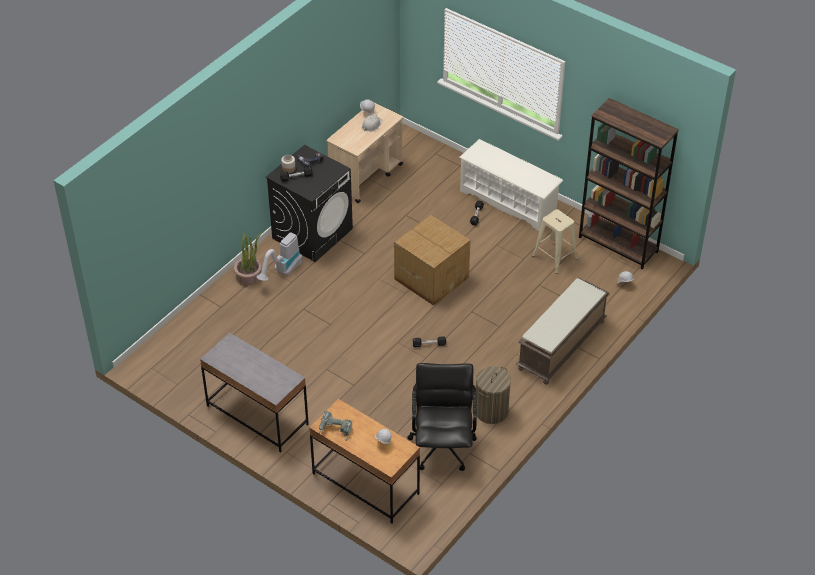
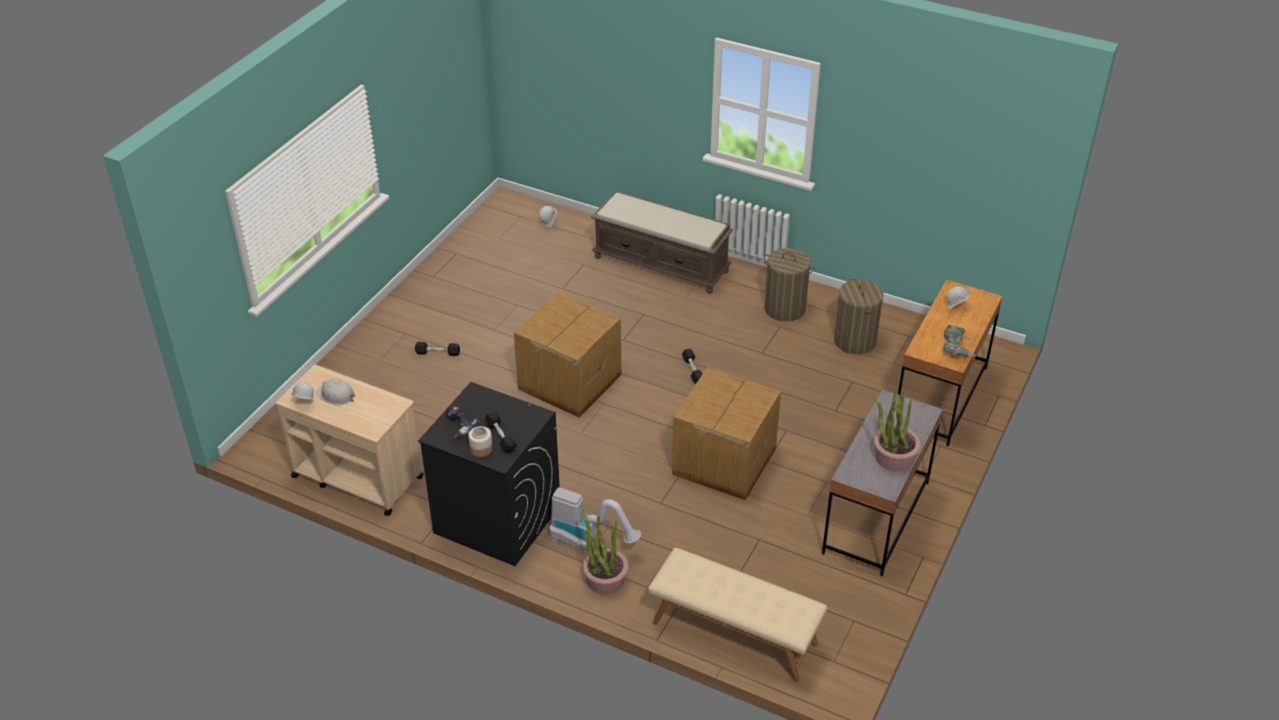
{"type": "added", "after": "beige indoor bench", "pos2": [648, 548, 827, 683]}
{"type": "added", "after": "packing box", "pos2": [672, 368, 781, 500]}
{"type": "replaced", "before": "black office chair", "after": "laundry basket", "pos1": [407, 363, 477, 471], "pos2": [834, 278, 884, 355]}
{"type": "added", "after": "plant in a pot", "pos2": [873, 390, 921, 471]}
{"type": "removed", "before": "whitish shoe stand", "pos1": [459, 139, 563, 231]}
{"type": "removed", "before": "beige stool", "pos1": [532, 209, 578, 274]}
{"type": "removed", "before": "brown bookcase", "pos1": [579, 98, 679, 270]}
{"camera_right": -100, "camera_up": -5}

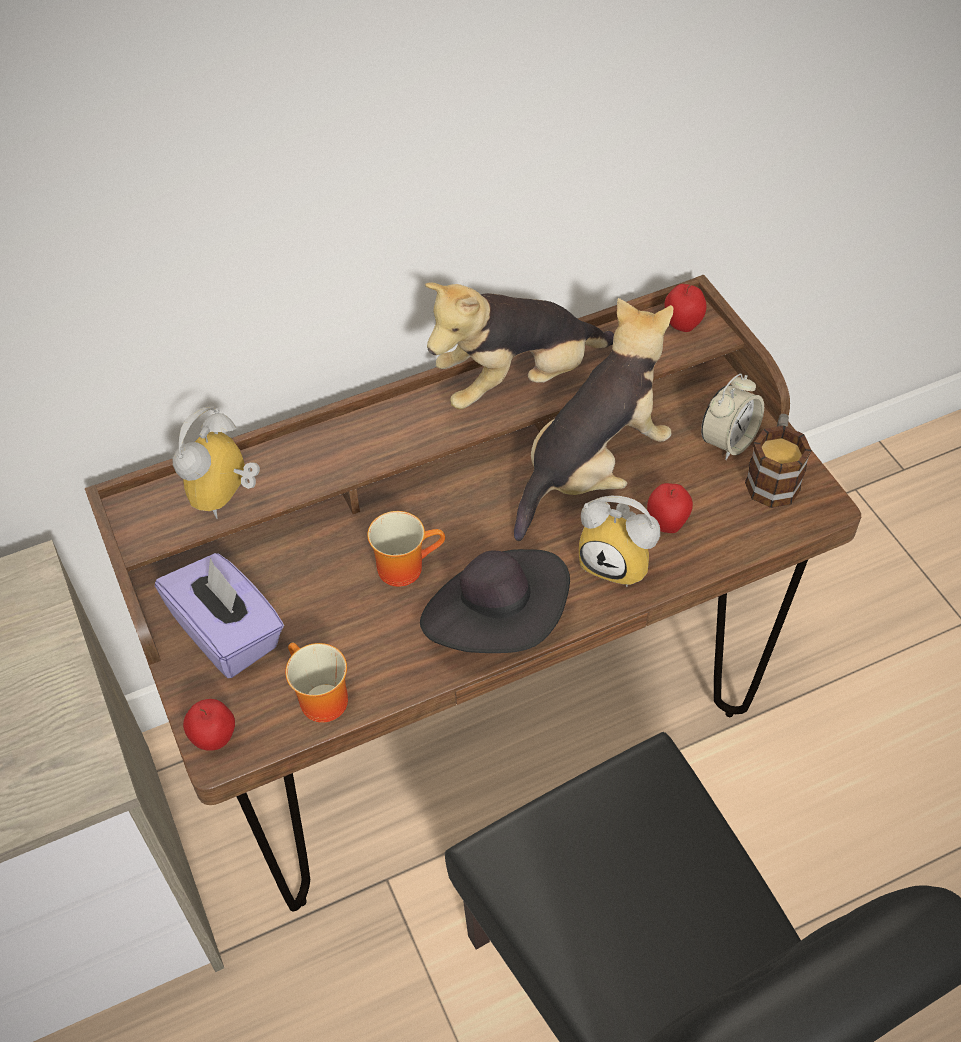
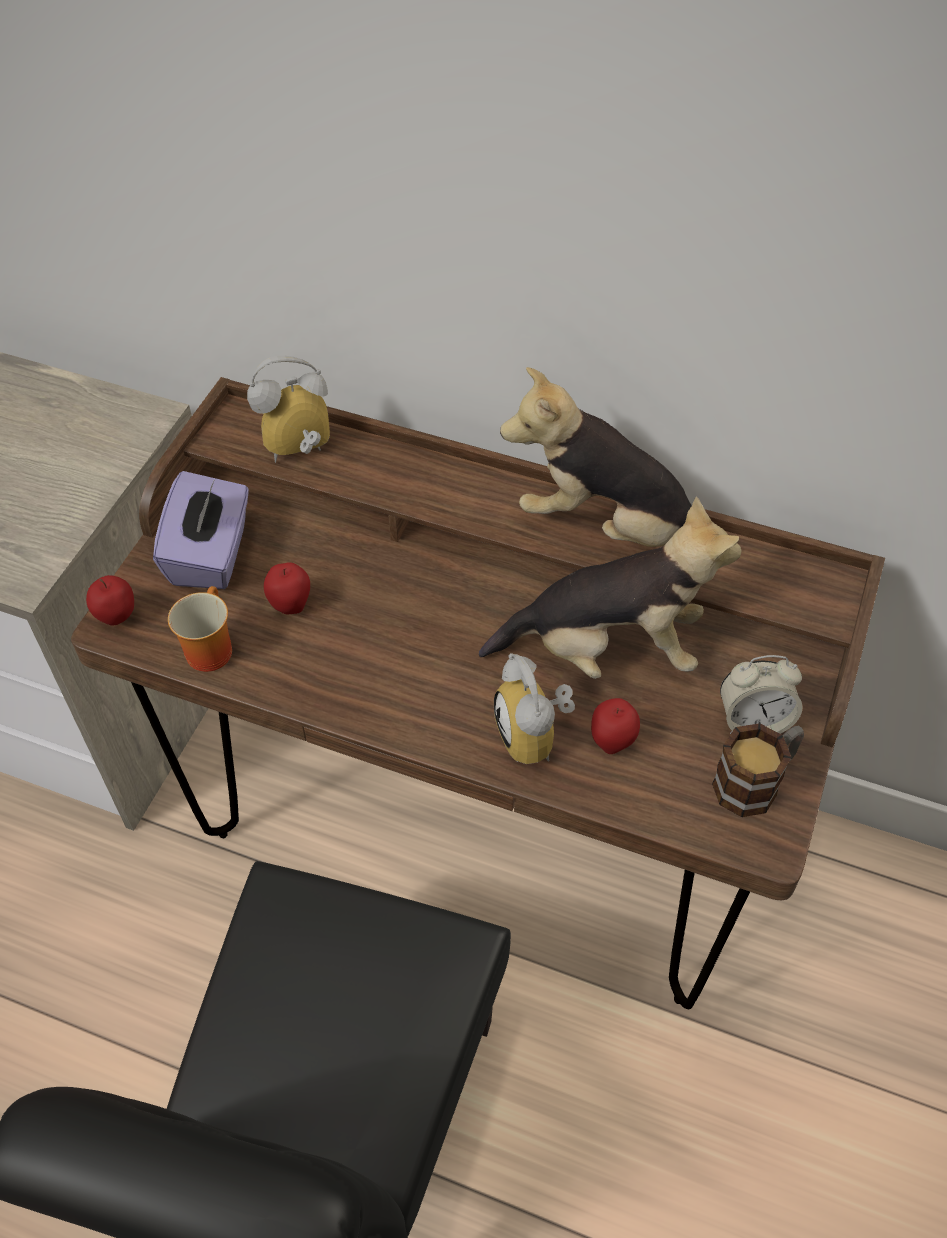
{"type": "moved", "before": "apple fruit", "pos1": [664, 284, 707, 332], "pos2": [264, 562, 310, 614]}
{"type": "removed", "before": "mug", "pos1": [367, 511, 445, 587]}
{"type": "removed", "before": "black wearable hat", "pos1": [420, 549, 570, 653]}
{"camera_right": 45, "camera_up": 0}

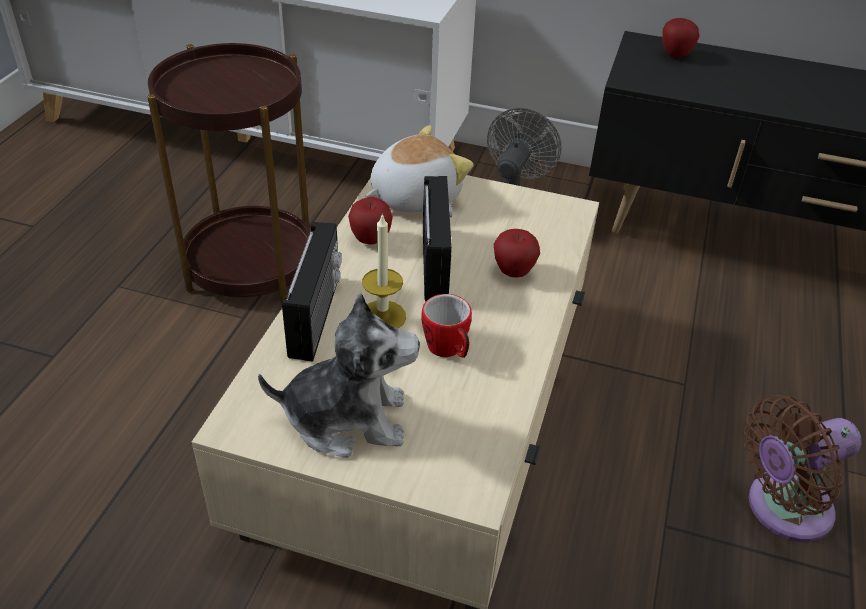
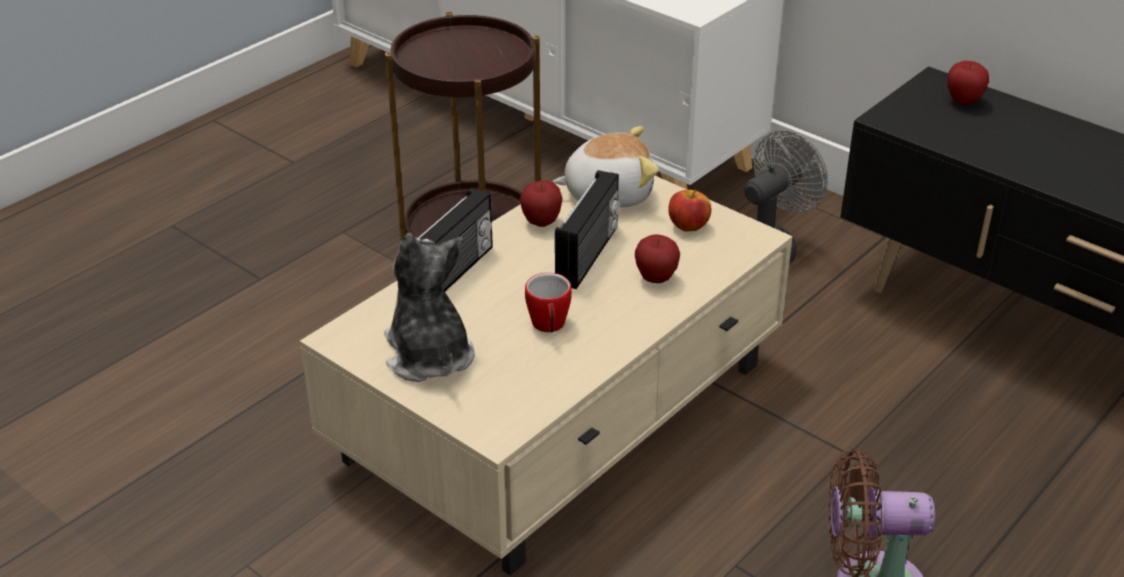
{"type": "turned", "before": "soft toy", "pos1": [258, 293, 420, 458], "pos2": [384, 233, 475, 382], "turn": -135}
{"type": "added", "after": "apple fruit", "pos2": [668, 190, 711, 232]}
{"type": "removed", "before": "wax candle", "pos1": [362, 213, 406, 328]}
{"camera_right": 25, "camera_up": -5}

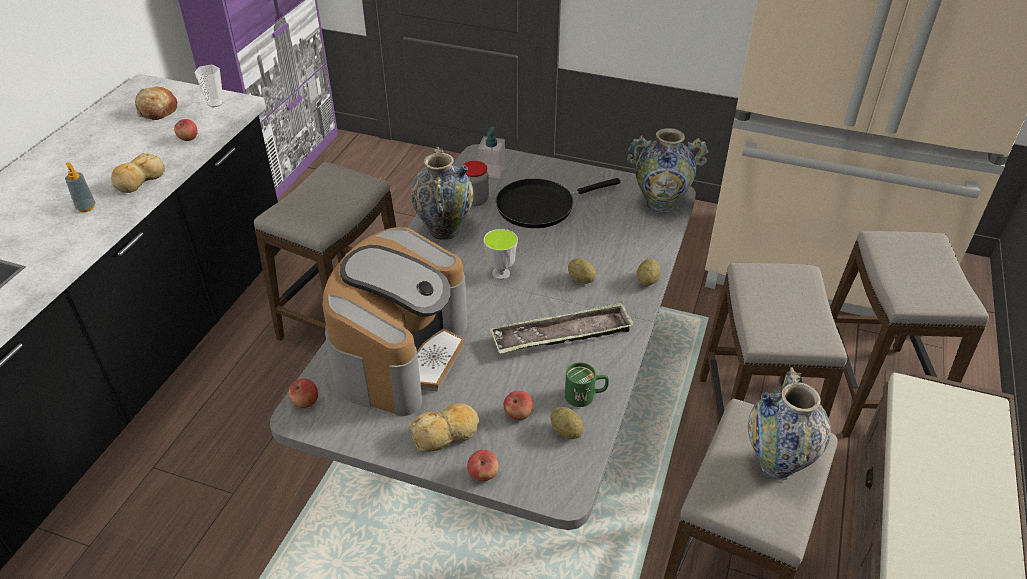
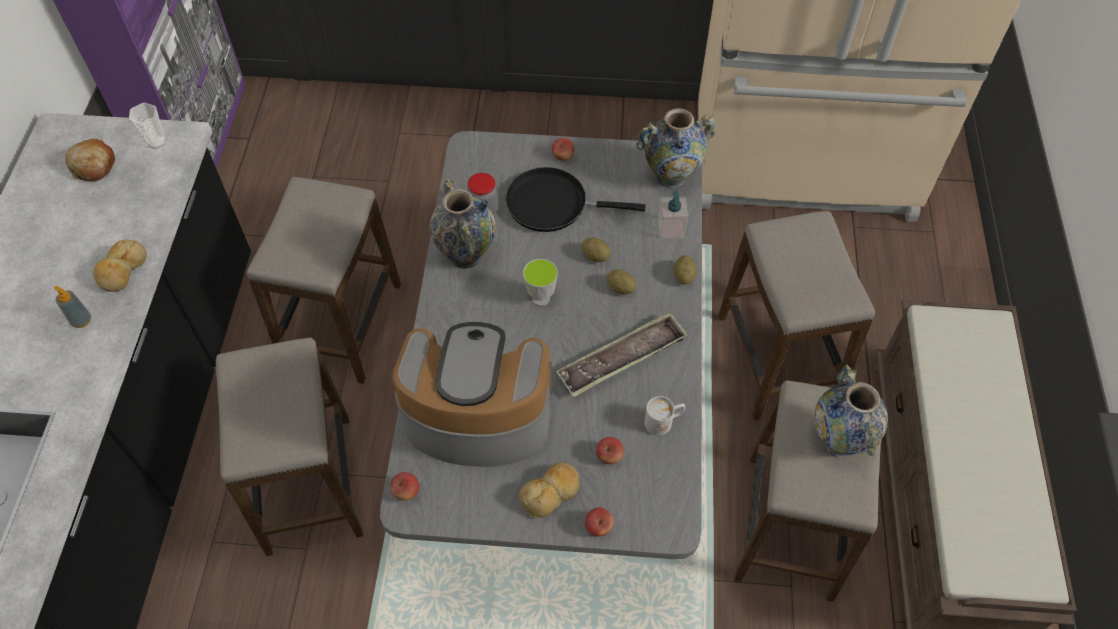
{"type": "moved", "before": "stool", "pos1": [830, 231, 989, 438], "pos2": [216, 338, 363, 556]}
{"type": "turned", "before": "coffee brewer", "pos1": [322, 227, 467, 416], "pos2": [392, 322, 552, 467], "turn": -90}
{"type": "turned", "before": "black skillet", "pos1": [496, 178, 621, 228], "pos2": [505, 167, 646, 232], "turn": 45}
{"type": "moved", "before": "apple fruit", "pos1": [174, 119, 198, 141], "pos2": [552, 138, 574, 161]}
{"type": "moved", "before": "spud", "pos1": [550, 407, 583, 439], "pos2": [581, 237, 611, 262]}
{"type": "recoloured", "before": "green-coloured mug", "after": "whitish mug", "pos1": [565, 362, 609, 407], "pos2": [644, 396, 685, 435]}
{"type": "moved", "before": "soap bottle", "pos1": [478, 126, 505, 179], "pos2": [658, 190, 688, 239]}
{"camera_right": -15, "camera_up": 15}

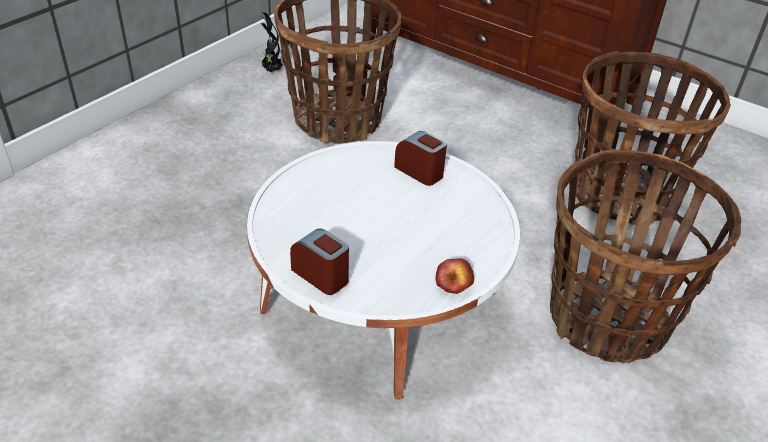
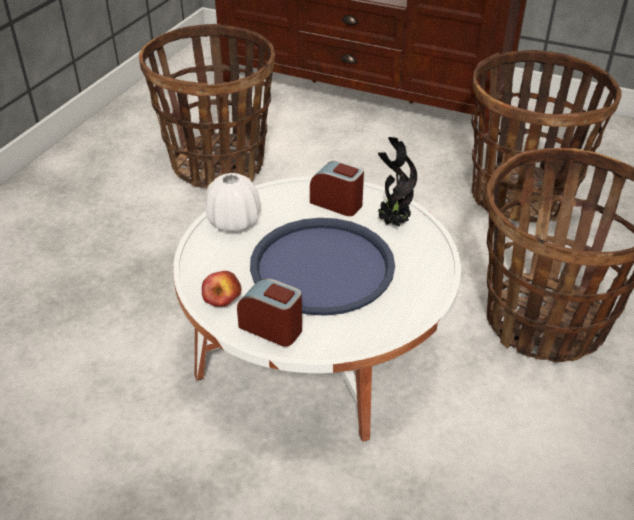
{"type": "moved", "before": "apple fruit", "pos1": [435, 258, 474, 294], "pos2": [202, 271, 242, 307]}
{"type": "added", "after": "whitish vase", "pos2": [206, 173, 261, 232]}
{"type": "added", "after": "bluish serving tray", "pos2": [250, 218, 395, 316]}
{"type": "moved", "before": "plant in a pot", "pos1": [261, 12, 283, 72], "pos2": [377, 137, 417, 226]}
{"camera_right": -10, "camera_up": 0}

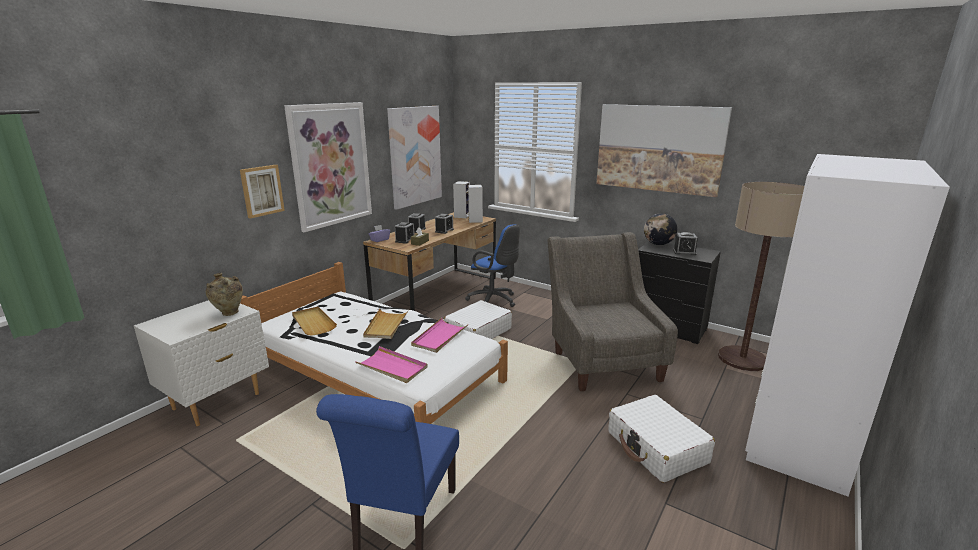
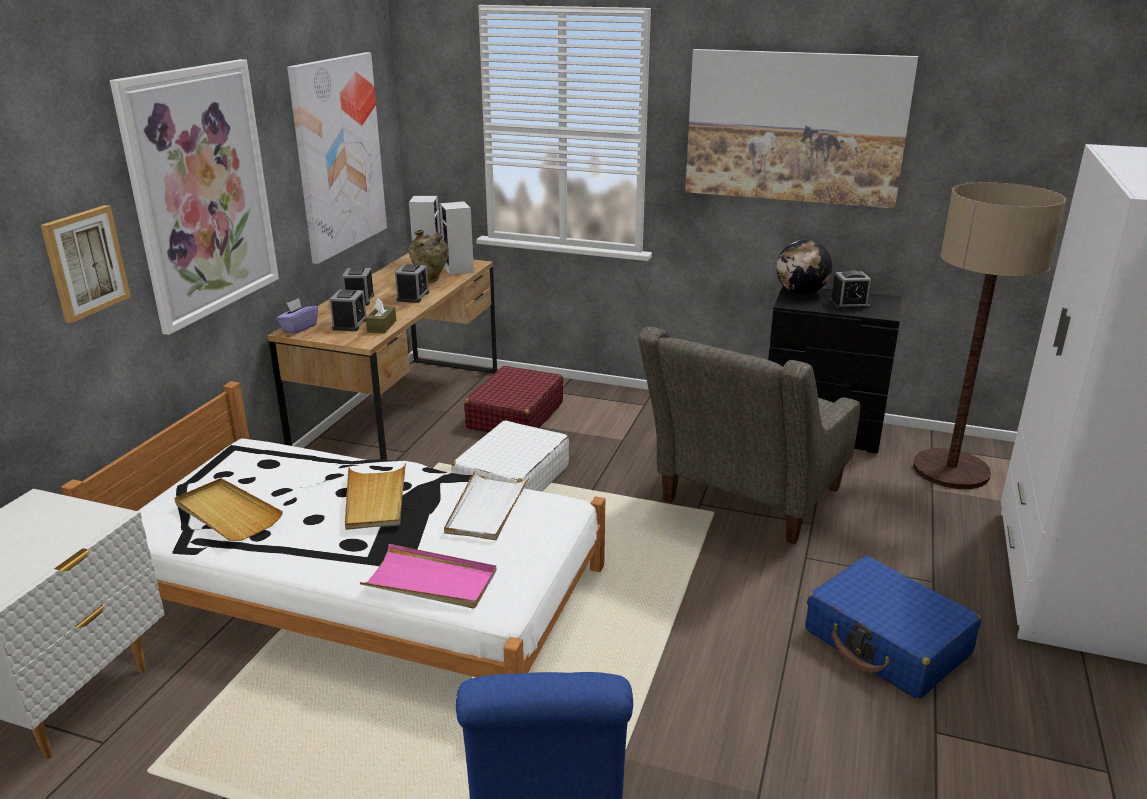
{"type": "moved", "before": "beige vase", "pos1": [206, 273, 243, 316], "pos2": [409, 230, 449, 282]}
{"type": "recoloured", "before": "pink serving tray", "after": "whitish serving tray", "pos1": [411, 318, 468, 353], "pos2": [444, 471, 529, 540]}
{"type": "replaced", "before": "bluish office chair", "after": "red-coloured piece of luggage", "pos1": [465, 224, 520, 307], "pos2": [464, 366, 563, 433]}
{"type": "turned", "before": "greyish armchair", "pos1": [548, 232, 678, 391], "pos2": [638, 327, 860, 544], "turn": -120}
{"type": "recoloured", "before": "whitish piece of luggage", "after": "bluish piece of luggage", "pos1": [608, 395, 715, 483], "pos2": [805, 556, 981, 699]}
{"camera_right": -15, "camera_up": 5}

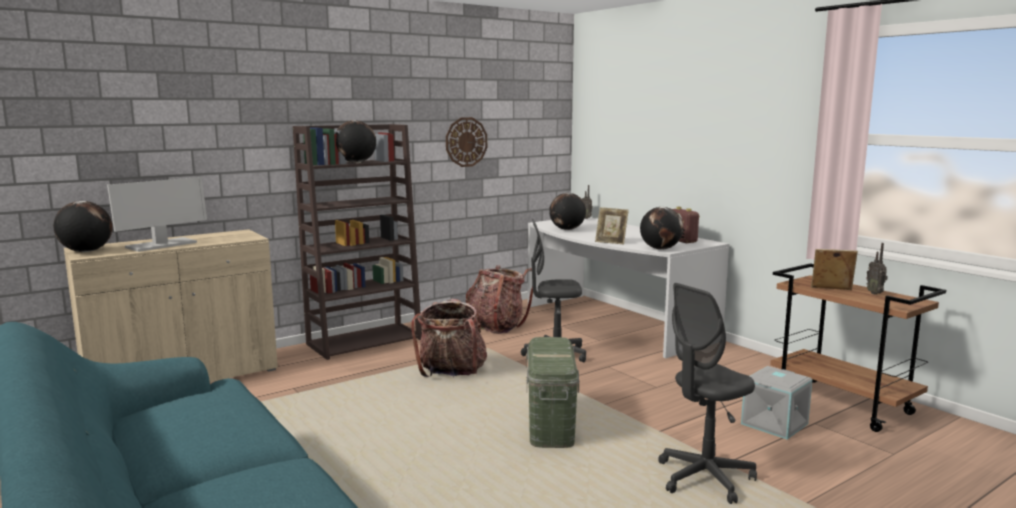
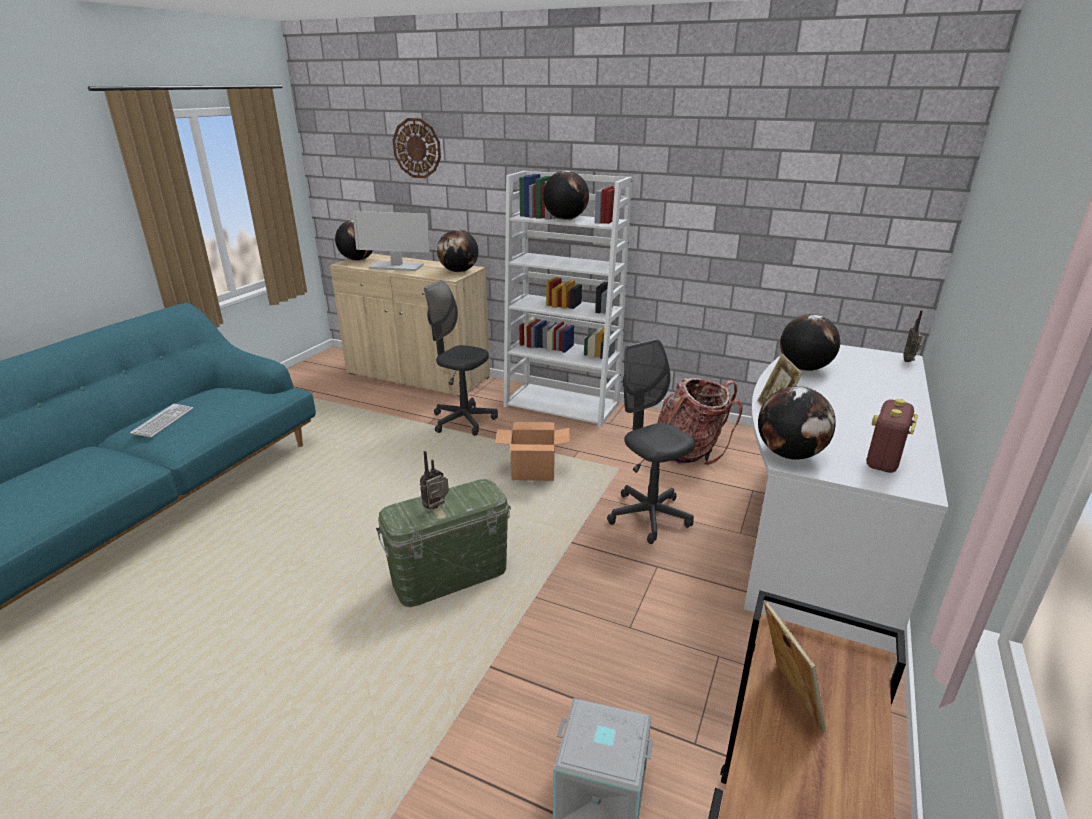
{"type": "added", "after": "computer keyboard", "pos2": [130, 404, 193, 437]}
{"type": "moved", "before": "clock on the wall", "pos1": [446, 117, 487, 167], "pos2": [393, 118, 441, 178]}
{"type": "moved", "before": "radio set", "pos1": [866, 243, 888, 295], "pos2": [420, 451, 449, 509]}
{"type": "moved", "before": "greyish office chair", "pos1": [658, 283, 757, 504], "pos2": [424, 280, 498, 436]}
{"type": "added", "after": "desk globe", "pos2": [437, 229, 478, 272]}
{"type": "replaced", "before": "knapsack", "after": "packing box", "pos1": [411, 299, 487, 377], "pos2": [495, 422, 570, 481]}
{"type": "recoloured", "before": "brown bookcase", "after": "whitish bookcase", "pos1": [293, 124, 422, 360], "pos2": [504, 171, 632, 427]}
{"camera_right": 60, "camera_up": 15}

